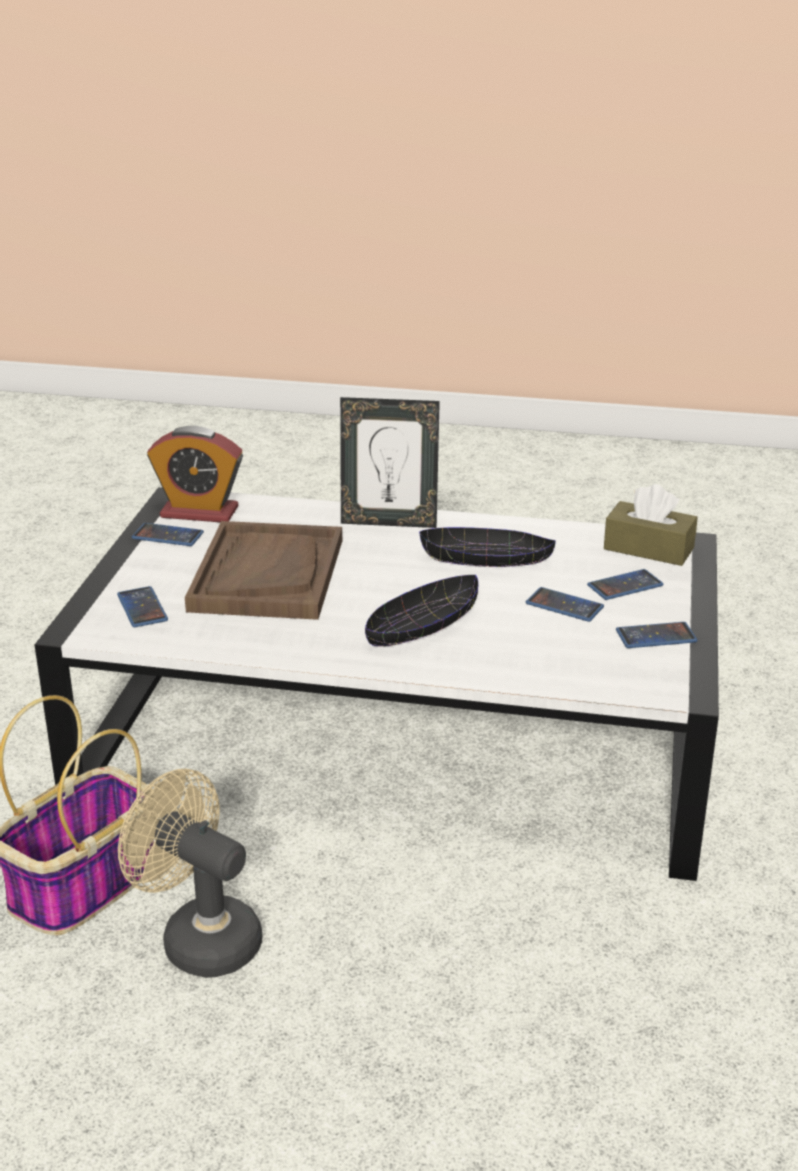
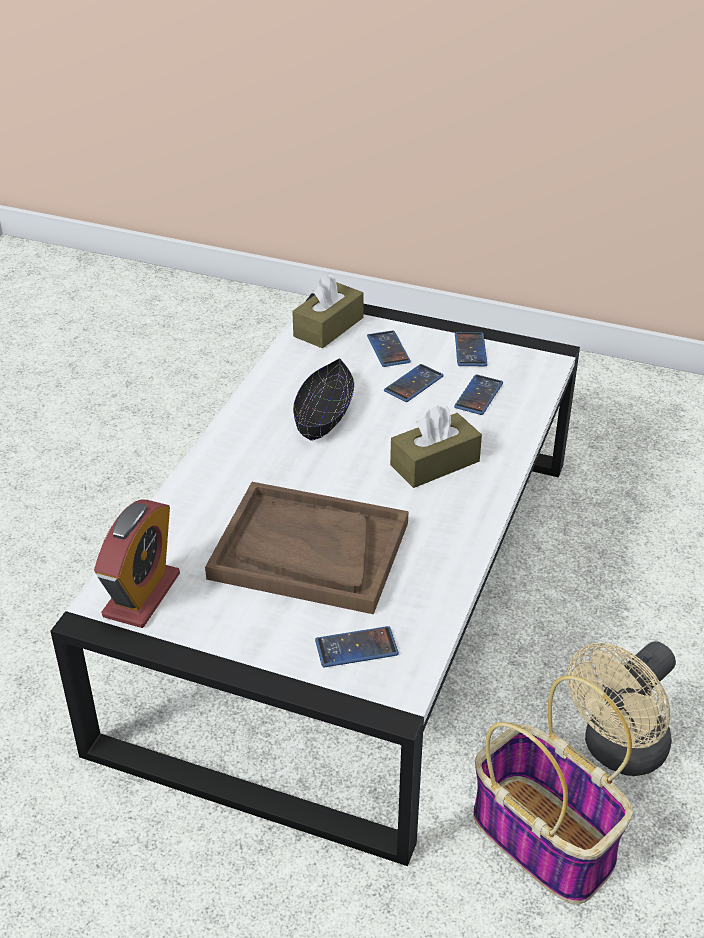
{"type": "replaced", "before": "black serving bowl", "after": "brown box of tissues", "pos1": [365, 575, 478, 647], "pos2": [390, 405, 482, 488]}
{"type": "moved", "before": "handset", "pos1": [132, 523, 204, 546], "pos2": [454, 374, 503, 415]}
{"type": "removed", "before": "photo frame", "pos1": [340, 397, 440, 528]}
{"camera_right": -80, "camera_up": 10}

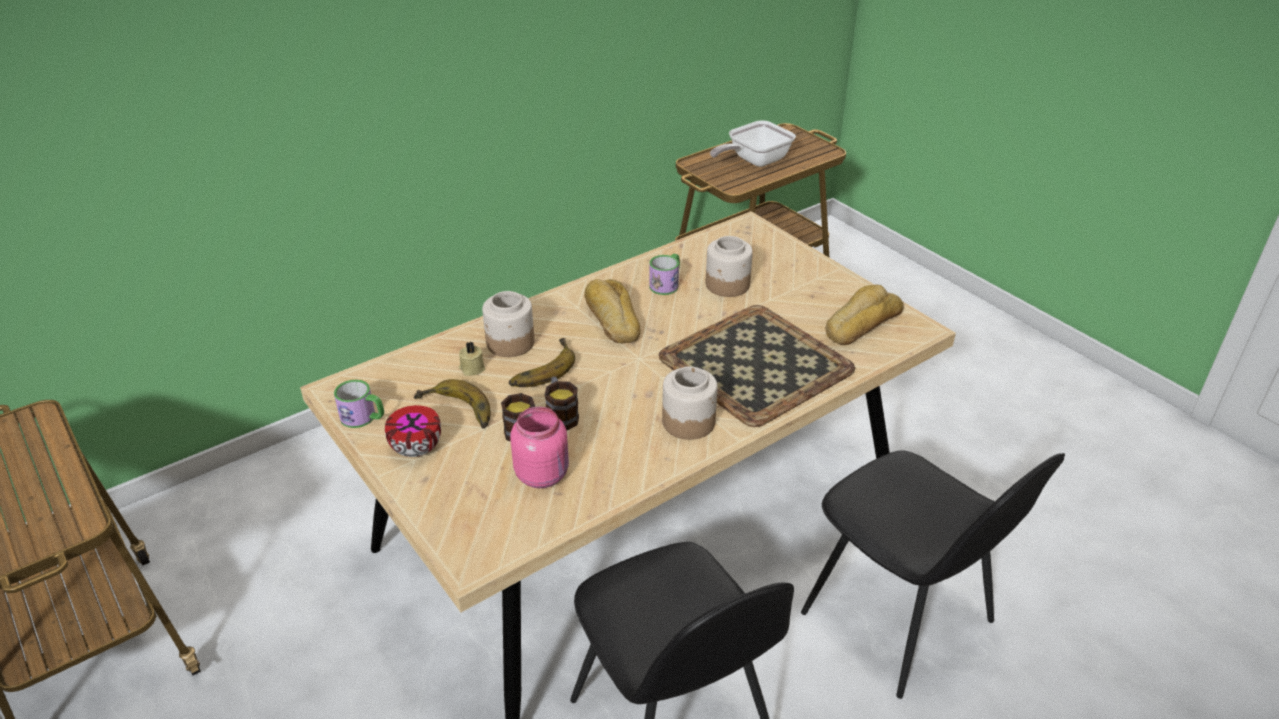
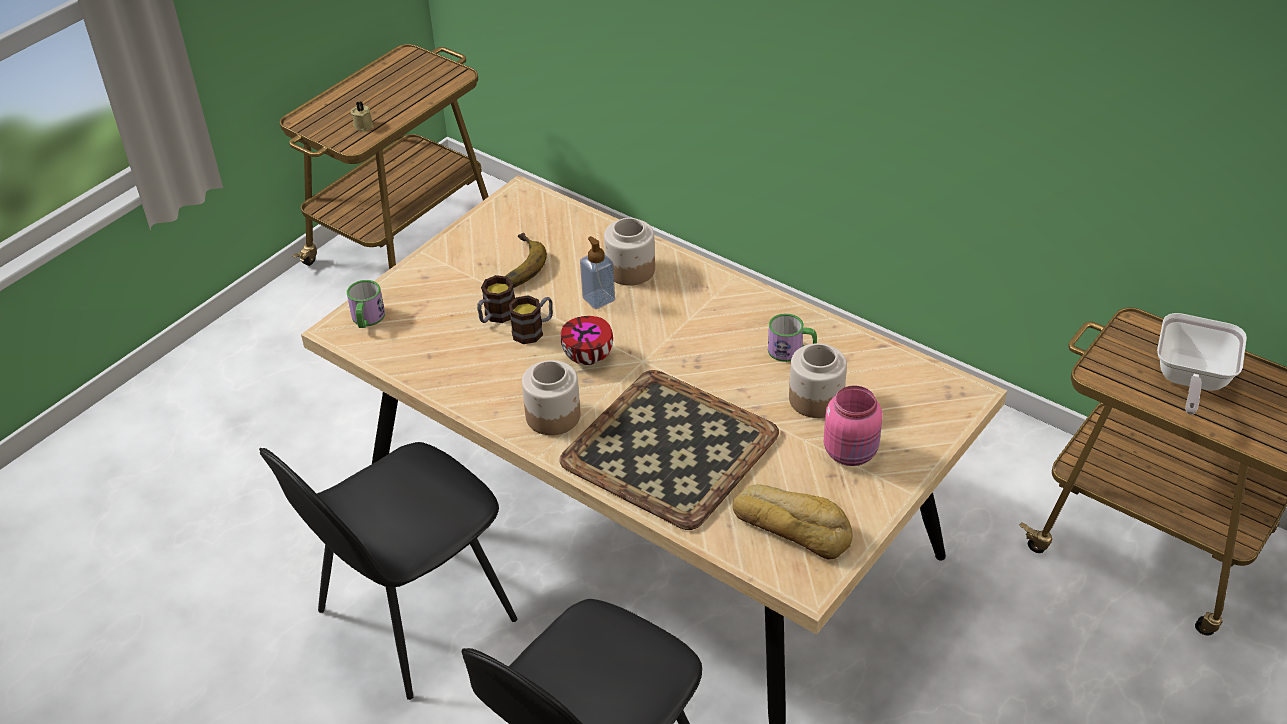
{"type": "moved", "before": "mug", "pos1": [334, 380, 384, 428], "pos2": [347, 280, 385, 328]}
{"type": "moved", "before": "beige wax candle", "pos1": [459, 342, 485, 376], "pos2": [351, 101, 374, 132]}
{"type": "moved", "before": "serving bowl", "pos1": [385, 405, 441, 457], "pos2": [560, 316, 613, 365]}
{"type": "replaced", "before": "banana", "after": "soap bottle", "pos1": [509, 338, 575, 387], "pos2": [580, 236, 615, 309]}
{"type": "moved", "before": "pink storage jar", "pos1": [510, 407, 569, 488], "pos2": [824, 385, 882, 466]}
{"type": "turned", "before": "skillet", "pos1": [710, 120, 796, 167], "pos2": [1157, 313, 1247, 415], "turn": -105}
{"type": "removed", "before": "baked bread", "pos1": [584, 279, 640, 343]}
{"camera_right": 75, "camera_up": 5}

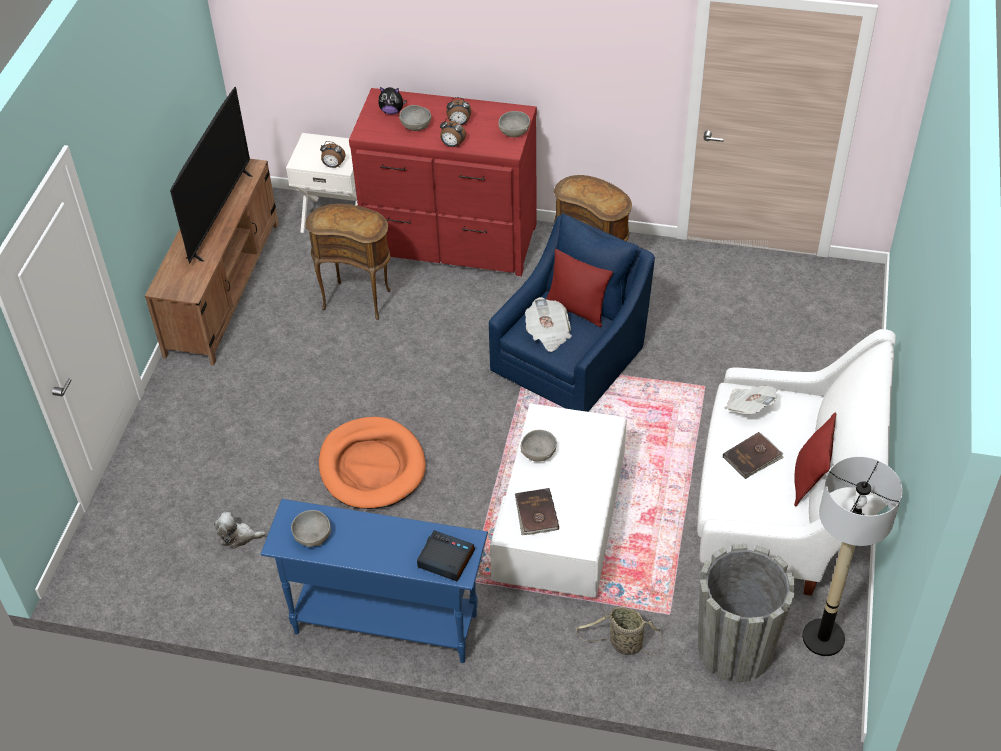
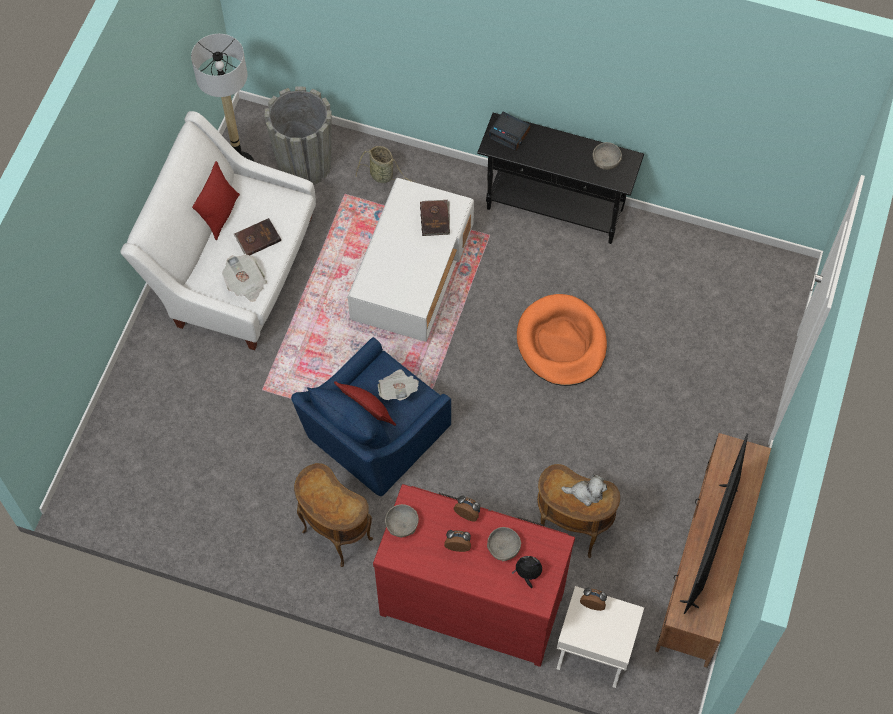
{"type": "recoloured", "before": "bluish console table", "after": "black console table", "pos1": [260, 499, 488, 663], "pos2": [477, 113, 644, 244]}
{"type": "moved", "before": "soft toy", "pos1": [214, 512, 266, 549], "pos2": [561, 474, 607, 506]}
{"type": "removed", "before": "greyish serving bowl", "pos1": [520, 430, 557, 462]}
{"camera_right": -175, "camera_up": 15}

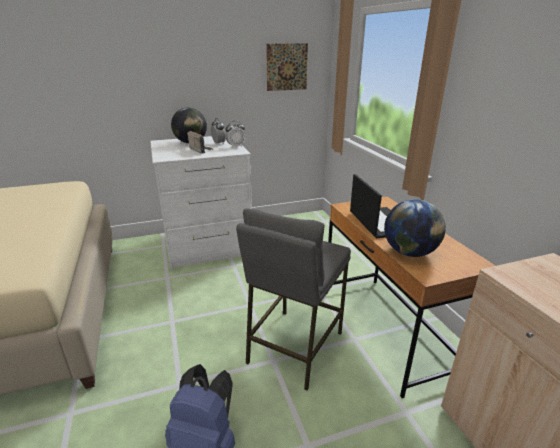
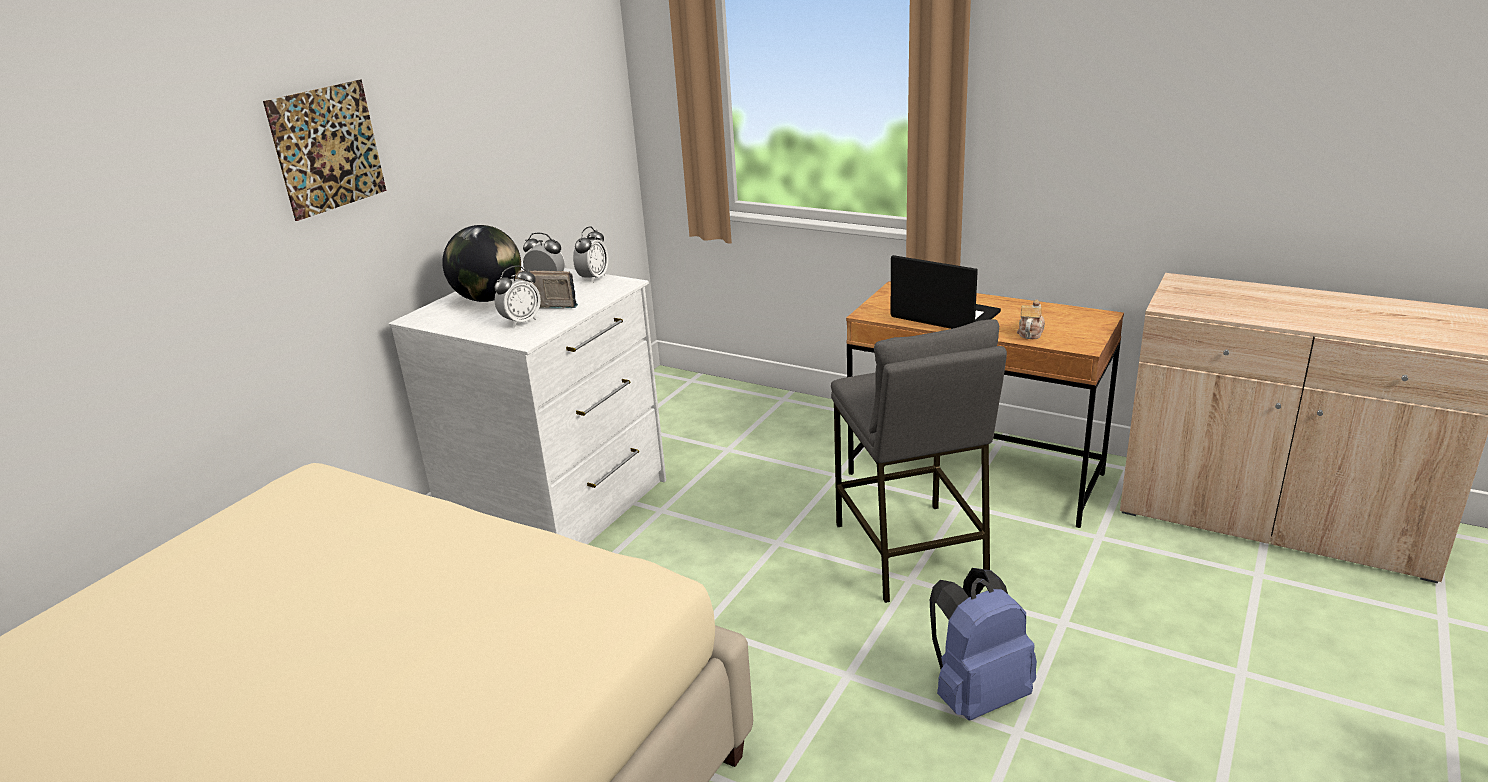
{"type": "moved", "before": "picture", "pos1": [266, 43, 308, 91], "pos2": [263, 80, 386, 221]}
{"type": "added", "after": "bedside clock", "pos2": [494, 266, 541, 327]}
{"type": "replaced", "before": "desk globe", "after": "teapot", "pos1": [384, 199, 446, 257], "pos2": [1017, 300, 1045, 339]}
{"camera_right": -40, "camera_up": 0}

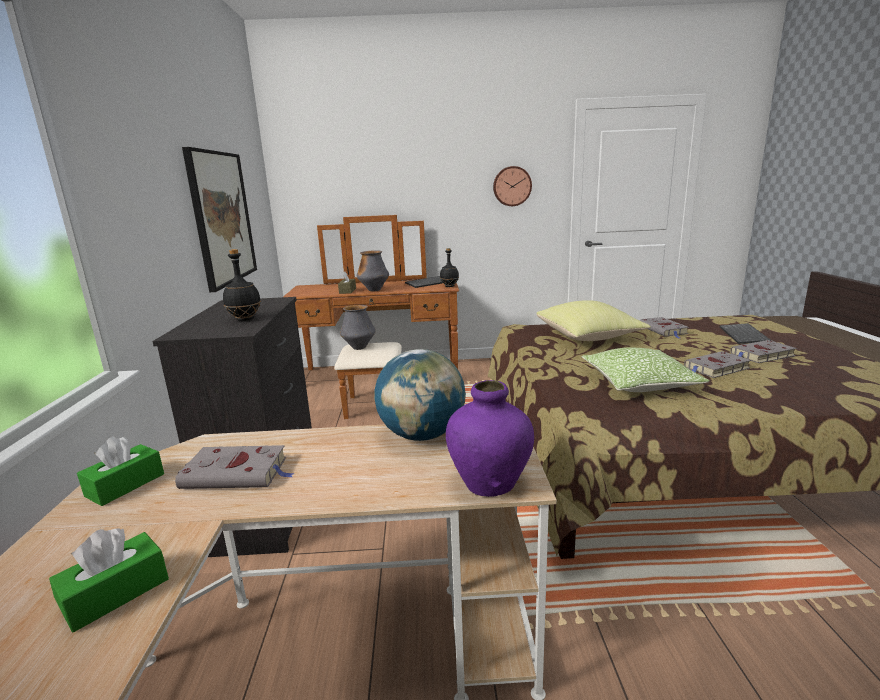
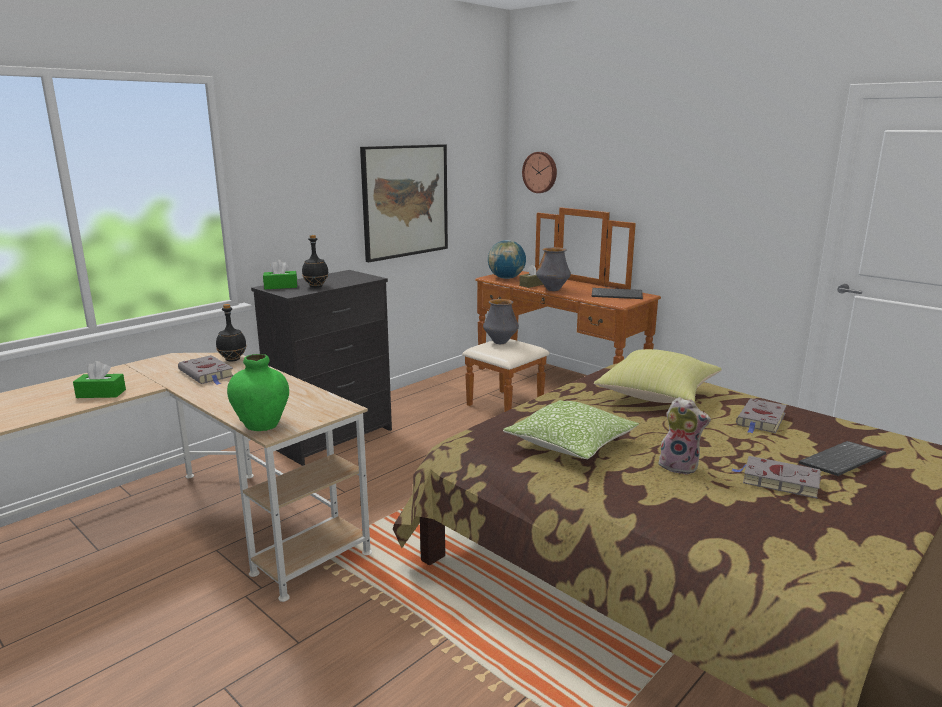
{"type": "moved", "before": "black bottle", "pos1": [440, 248, 459, 287], "pos2": [216, 304, 247, 362]}
{"type": "recoloured", "before": "purplish vase", "after": "green-coloured vase", "pos1": [446, 380, 534, 497], "pos2": [227, 354, 289, 431]}
{"type": "moved", "before": "green-coloured box of tissues", "pos1": [77, 436, 164, 506], "pos2": [263, 260, 297, 289]}
{"type": "moved", "before": "desk globe", "pos1": [374, 349, 466, 441], "pos2": [488, 240, 526, 279]}
{"type": "moved", "before": "clock on the wall", "pos1": [493, 166, 532, 206], "pos2": [522, 152, 557, 193]}
{"type": "replaced", "before": "greyish volume", "after": "soft toy", "pos1": [684, 351, 751, 378], "pos2": [659, 397, 711, 475]}
{"camera_right": 45, "camera_up": 0}

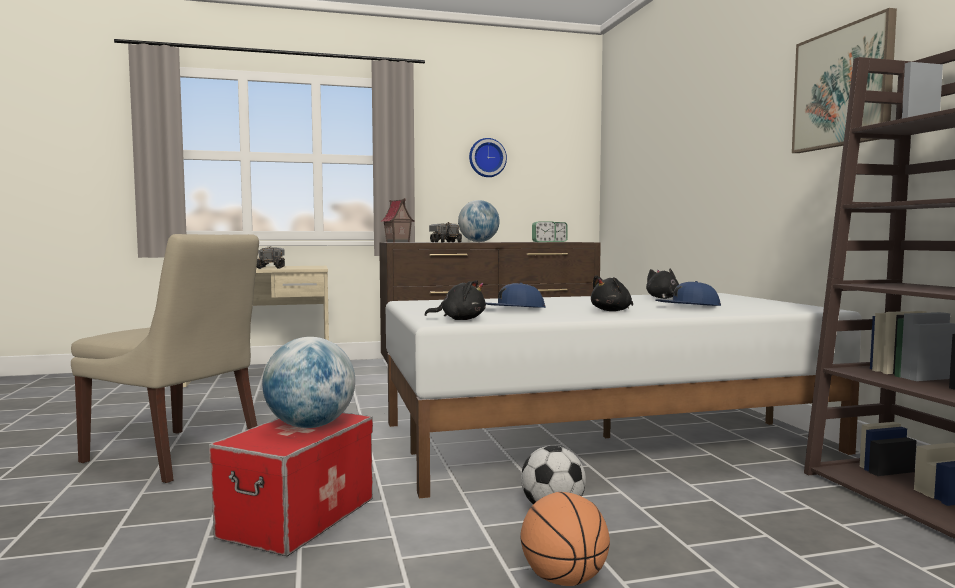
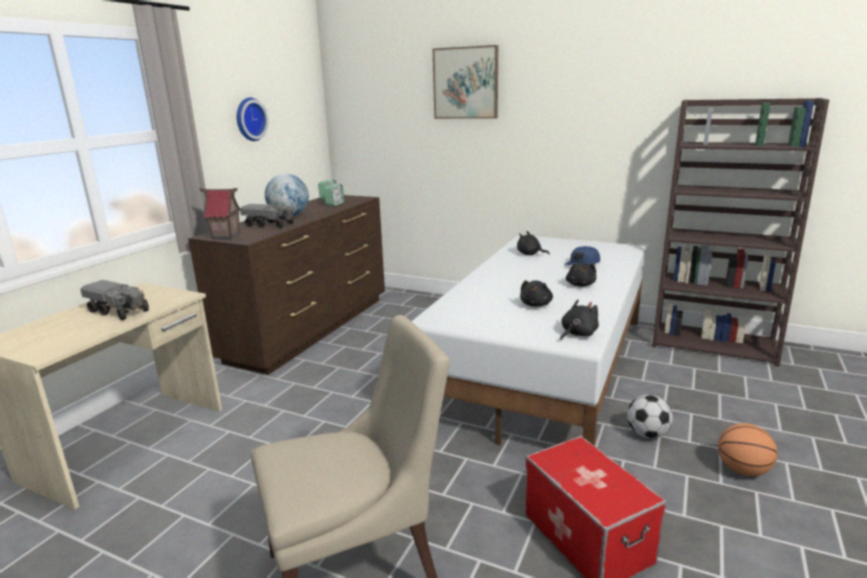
{"type": "moved", "before": "picture", "pos1": [792, 8, 897, 153], "pos2": [433, 45, 498, 119]}
{"type": "replaced", "before": "bluish cap", "after": "black soft toy", "pos1": [486, 283, 545, 308], "pos2": [520, 280, 553, 307]}
{"type": "removed", "before": "desk globe", "pos1": [262, 337, 355, 428]}
{"camera_right": -50, "camera_up": 15}

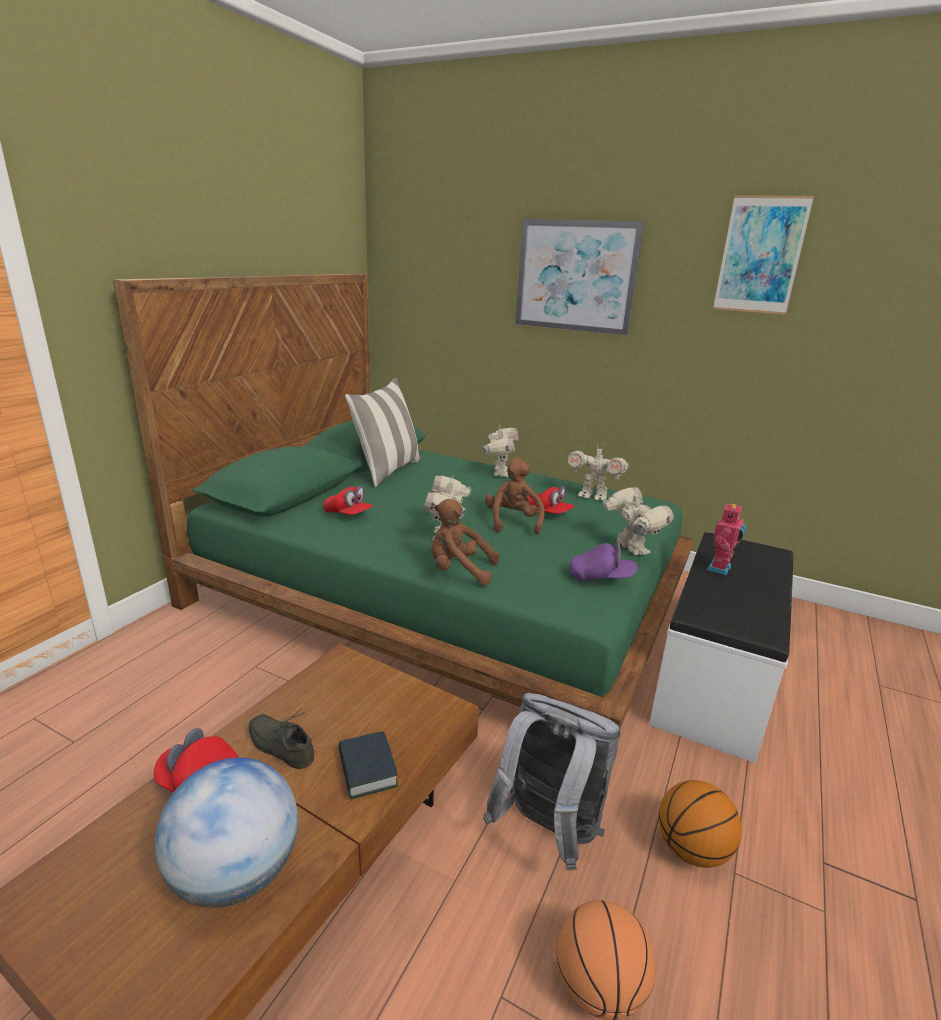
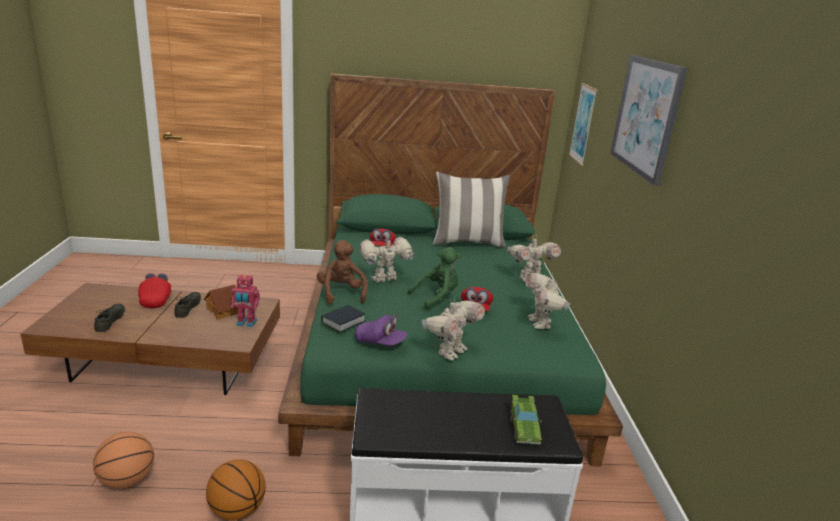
{"type": "replaced", "before": "desk globe", "after": "greyish item of footwear", "pos1": [155, 757, 298, 908], "pos2": [94, 304, 125, 332]}
{"type": "added", "after": "toy house", "pos2": [204, 285, 239, 320]}
{"type": "moved", "before": "toy robot", "pos1": [707, 502, 746, 576], "pos2": [231, 274, 260, 327]}
{"type": "moved", "before": "volume", "pos1": [338, 731, 398, 799], "pos2": [321, 305, 366, 333]}
{"type": "turned", "before": "purplish cap", "pos1": [569, 541, 638, 581], "pos2": [355, 314, 408, 346], "turn": -45}
{"type": "recoloured", "before": "brown soft toy", "after": "green-coloured soft toy", "pos1": [485, 458, 545, 535], "pos2": [408, 247, 461, 310]}
{"type": "added", "after": "green-coloured toy car", "pos2": [511, 395, 542, 445]}
{"type": "moved", "before": "picture", "pos1": [713, 195, 814, 315], "pos2": [569, 83, 598, 166]}
{"type": "removed", "before": "greyish knapsack", "pos1": [483, 693, 621, 871]}
{"camera_right": 60, "camera_up": 0}

